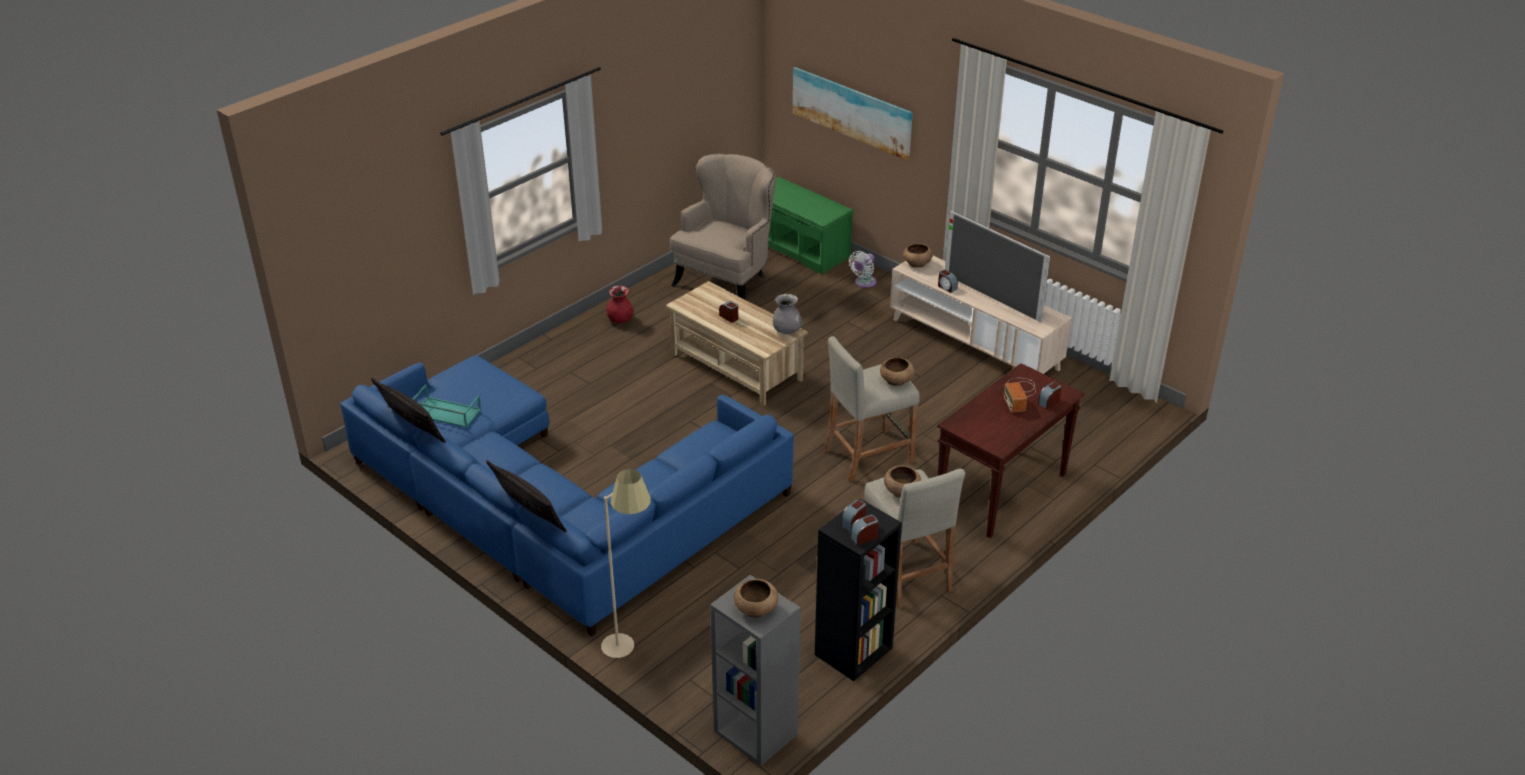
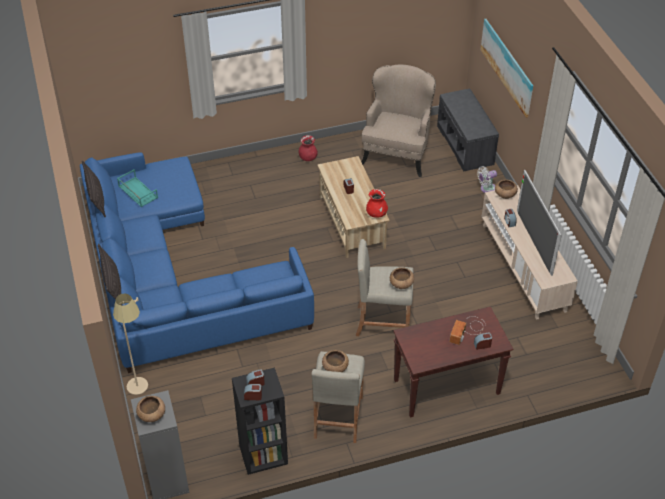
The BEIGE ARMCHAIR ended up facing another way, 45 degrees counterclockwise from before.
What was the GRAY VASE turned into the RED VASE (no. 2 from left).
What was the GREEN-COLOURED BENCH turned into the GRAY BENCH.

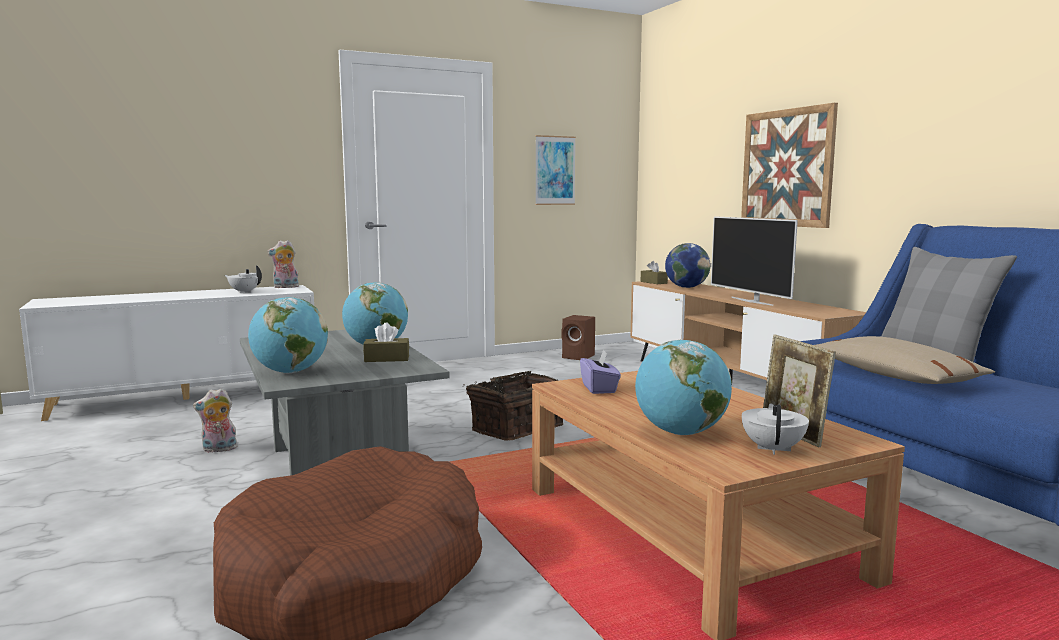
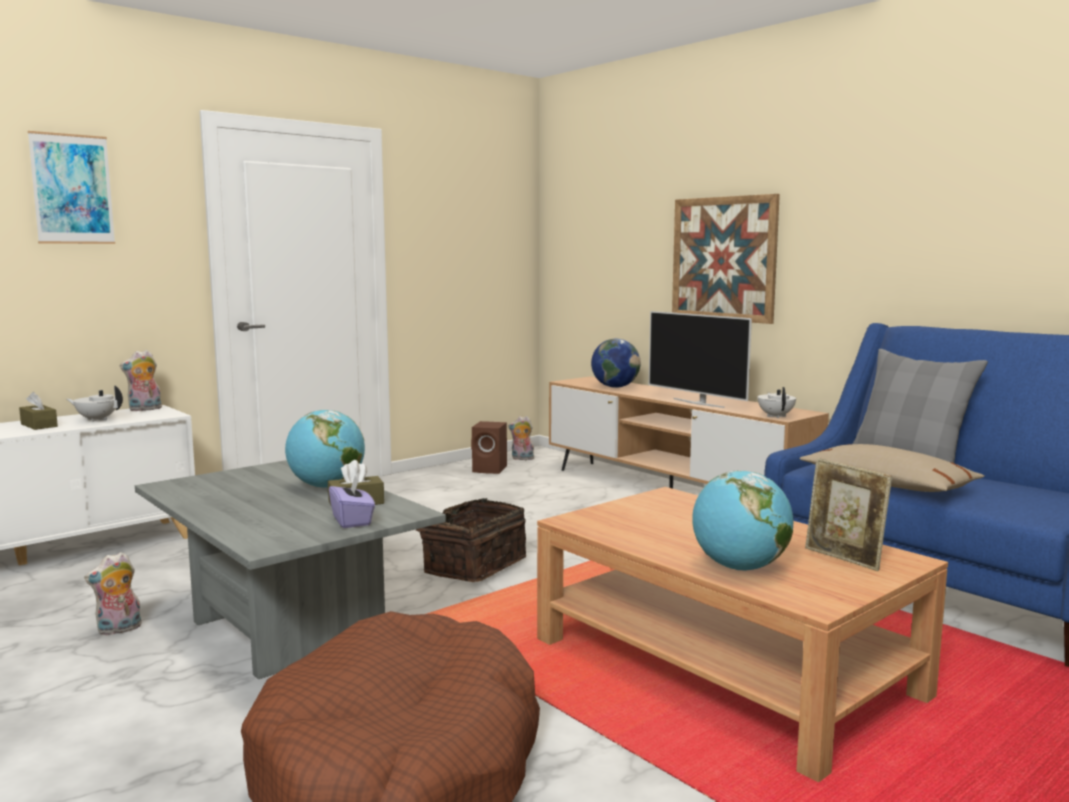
The BROWN-COLOURED BOX OF TISSUES (no. 2 from left in the first image) ended up elsewhere.
The PICTURE (no. 1 from left) ended up elsewhere.
The PURPLE-COLOURED BOX OF TISSUES ended up elsewhere.
The second view gained the PLUSH TOY (no. 3 from left).
The WHITE POT FOR TEA (no. 2 from left) ended up elsewhere.
The second view lost the GLOBE (no. 1 from left).

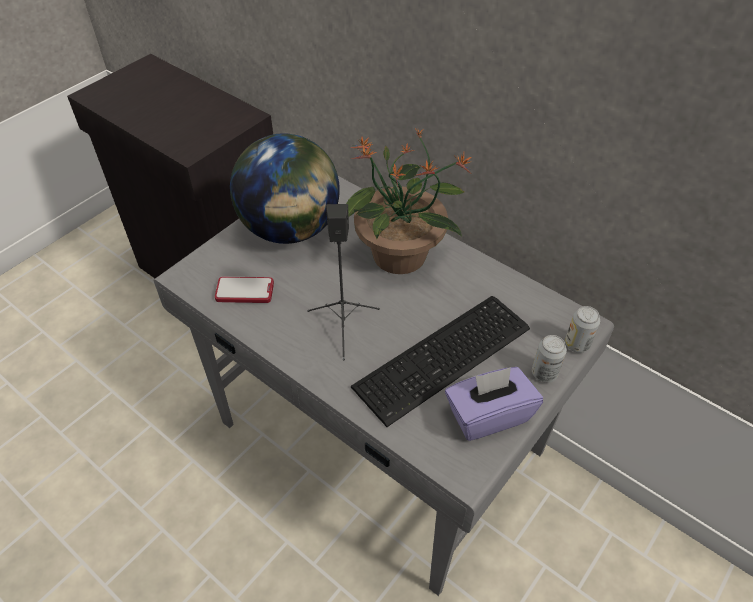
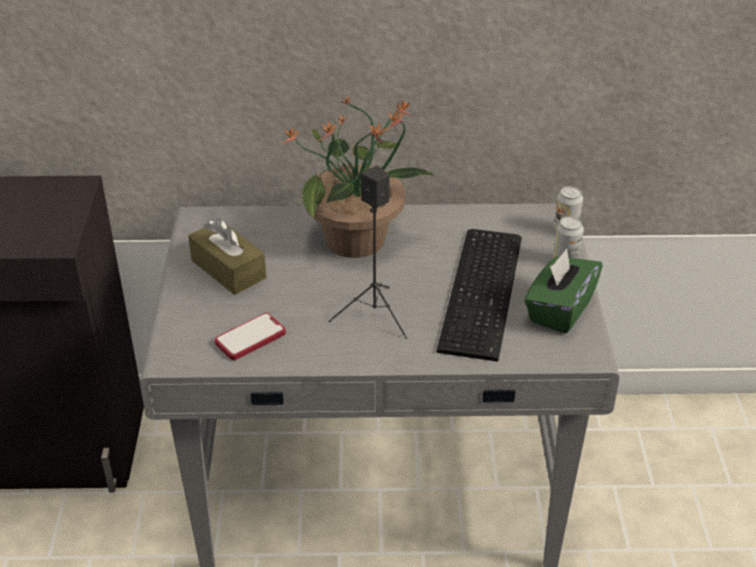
Where the GLOBE stood, the BROWN-COLOURED BOX OF TISSUES came to stand.
What was the PURPLE-COLOURED BOX OF TISSUES turned into the GREEN-COLOURED BOX OF TISSUES.

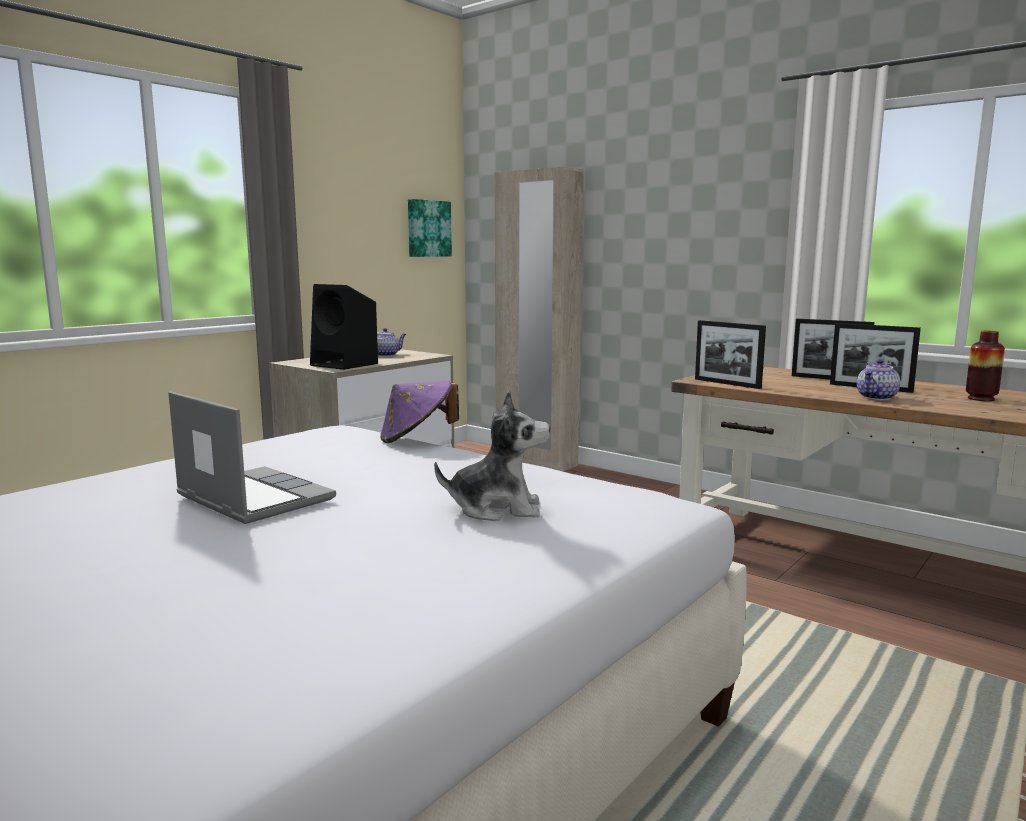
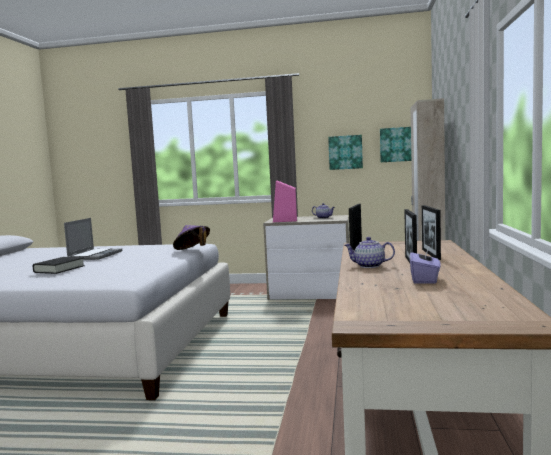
The second view gained the BLACK-COLOURED BOOK.
What was the BLACK-COLOURED SPEAKER turned into the PINK SPEAKER.
The second view gained the PICTURE (no. 1 from left).
Where the VASE stood, the PURPLE-COLOURED BOX OF TISSUES came to stand.
The second view lost the PLUSH TOY.

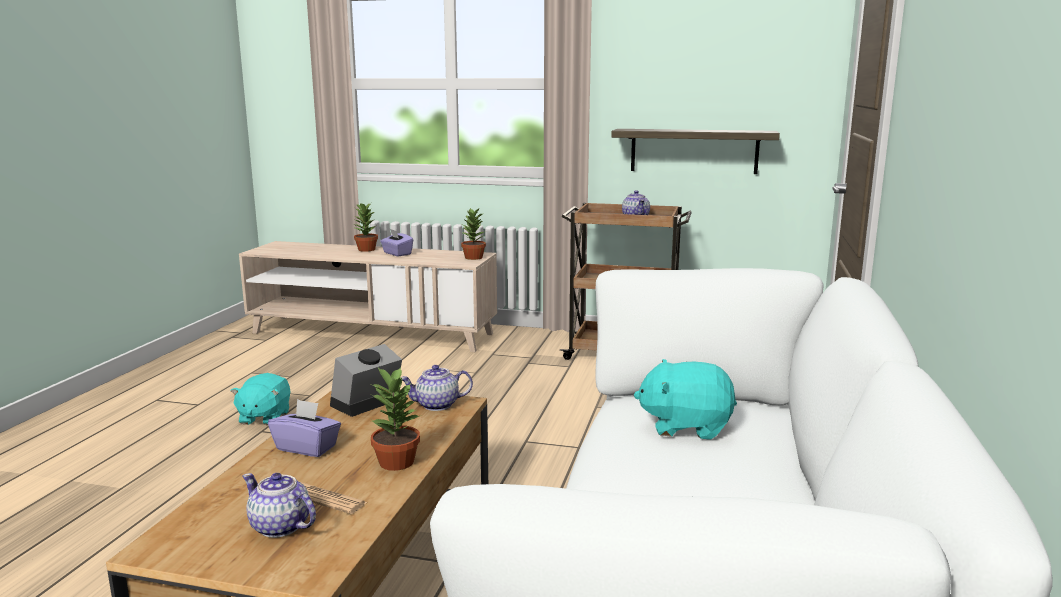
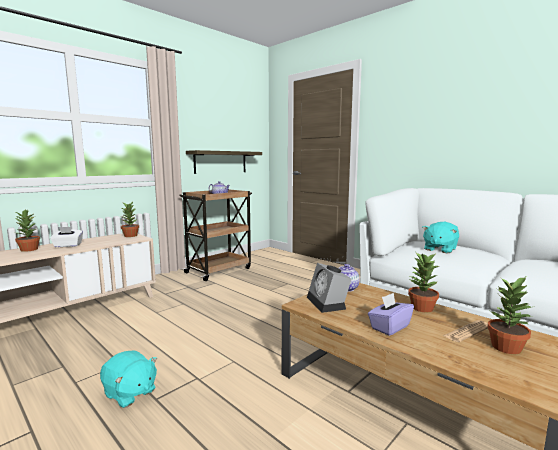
What was the PURPLE-COLOURED BOX OF TISSUES (no. 2 from left) turned into the WHITE BOX OF TISSUES.
Where the POT FOR TEA (no. 1 from left) stood, the HOUSEPLANT (no. 4 from left) came to stand.

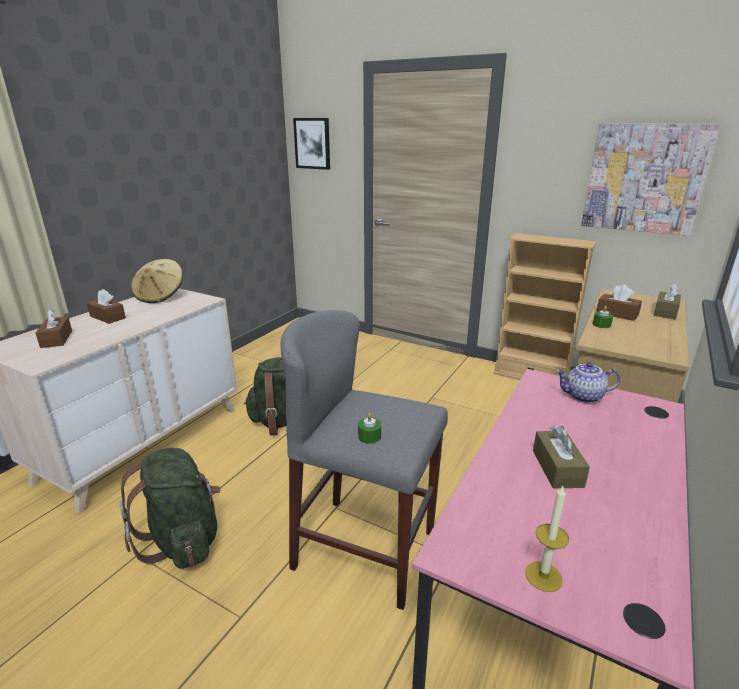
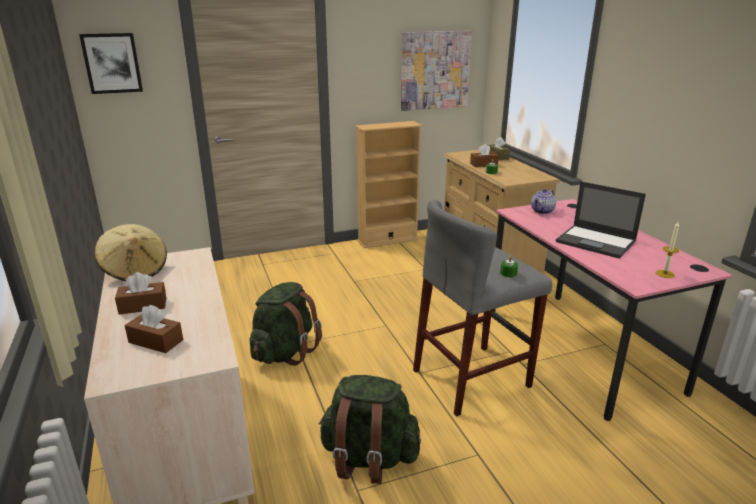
Where the BROWN-COLOURED BOX OF TISSUES (no. 3 from left) stood, the PORTABLE COMPUTER came to stand.

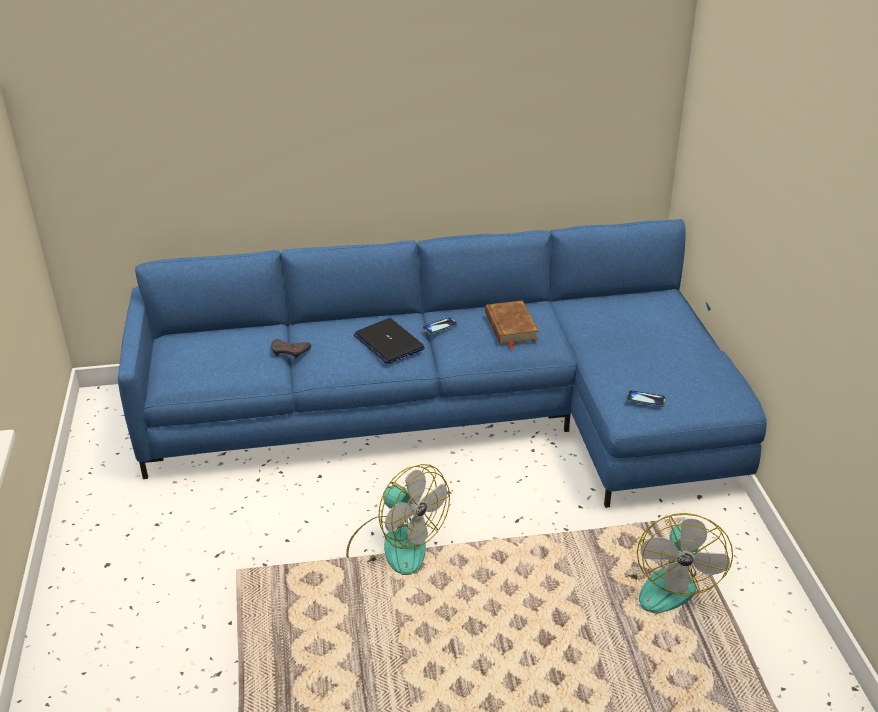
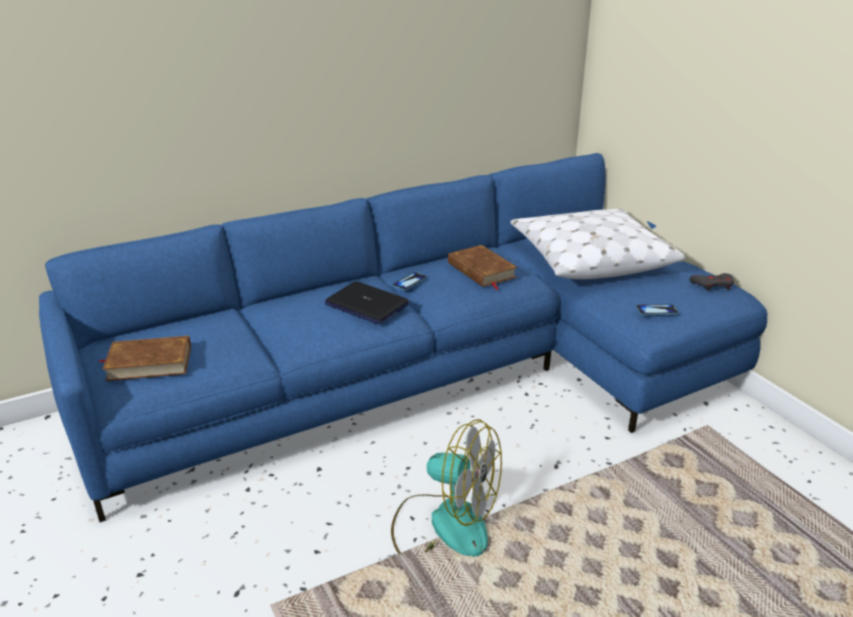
The second view gained the BROWN-COLOURED BOOK (no. 1 from left).
The second view gained the WHITE CUSHION.
The GRAY GAME CONTROLLER ended up elsewhere.
The second view lost the ELECTRIC FAN (no. 2 from left).

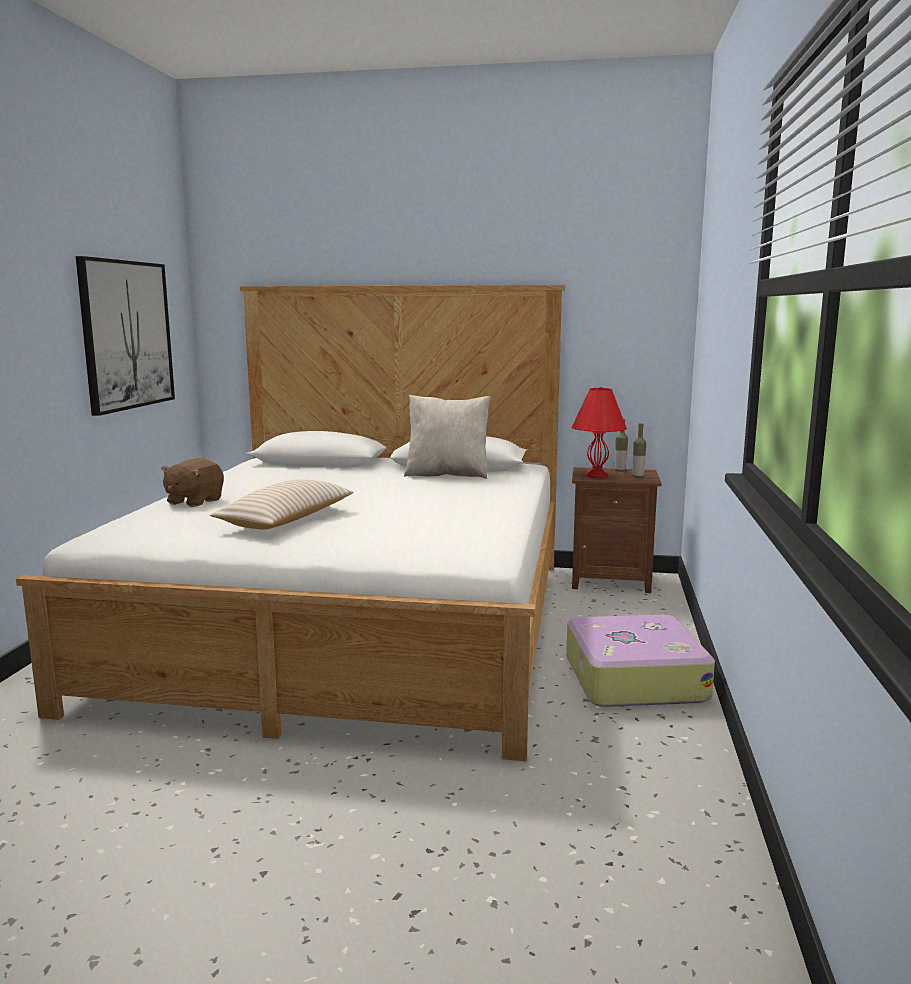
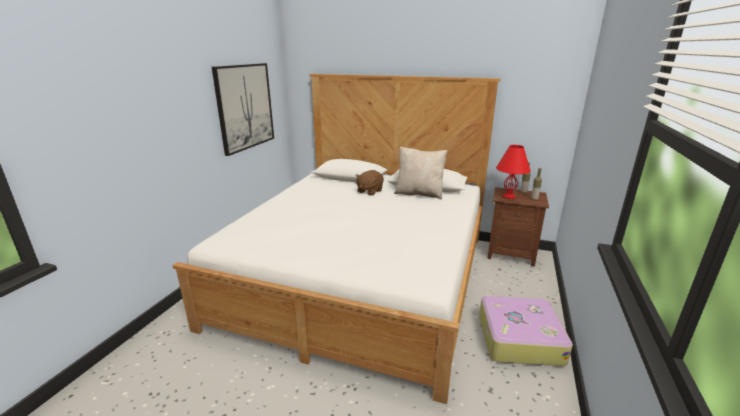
The BROWN-COLOURED PLUSH TOY ended up elsewhere.
The second view lost the BEIGE CUSHION (no. 1 from left).

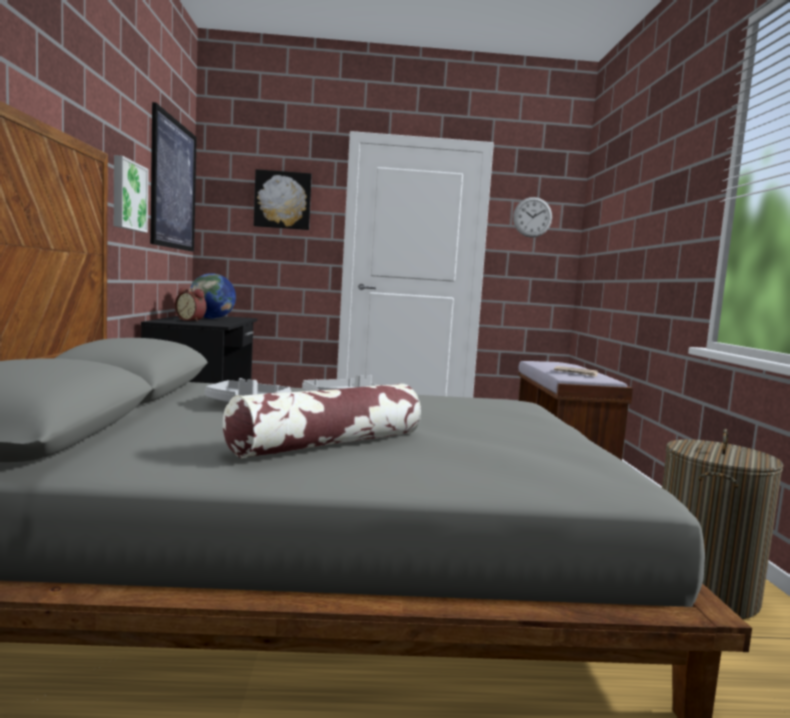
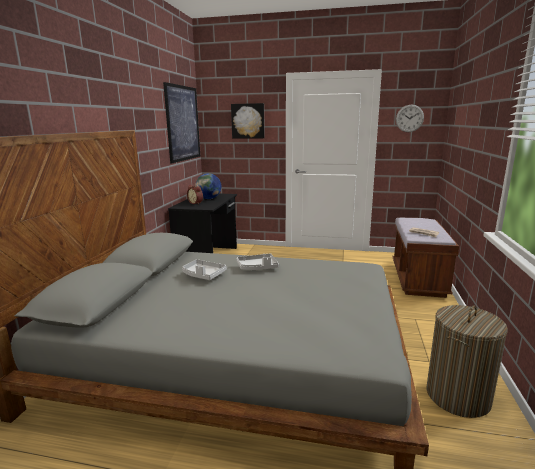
The second view lost the PICTURE (no. 1 from left).
The second view lost the CUSHION.

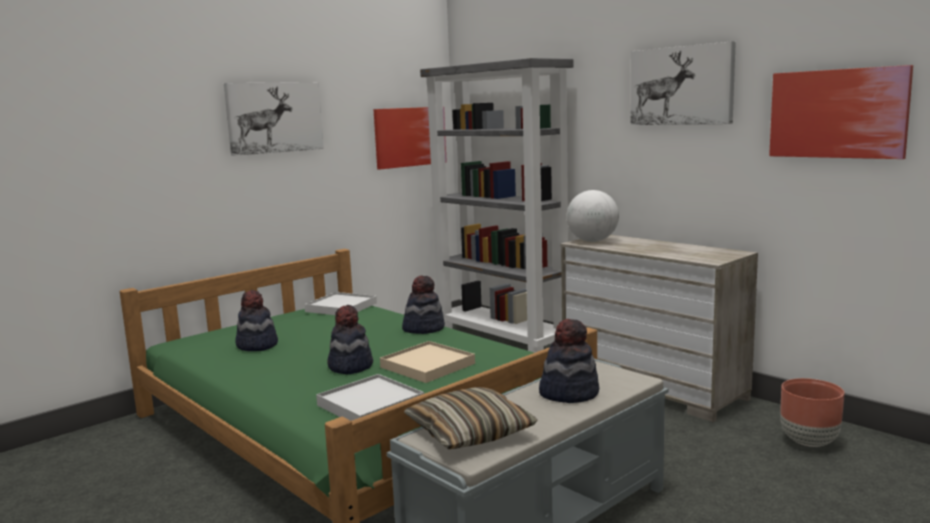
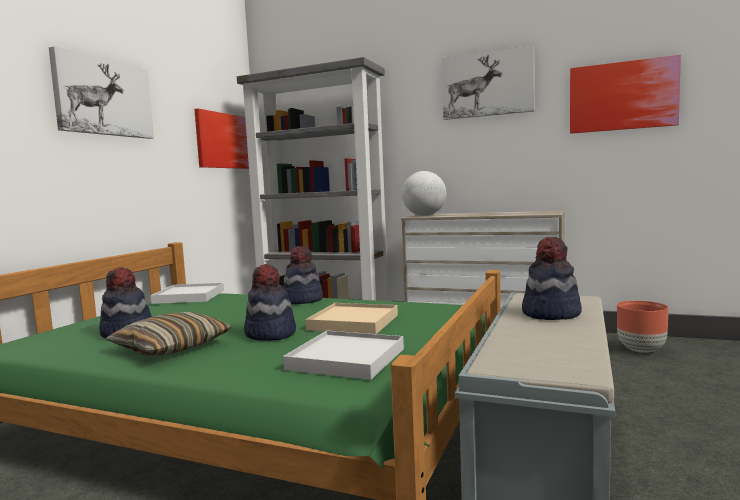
The CUSHION ended up elsewhere.

